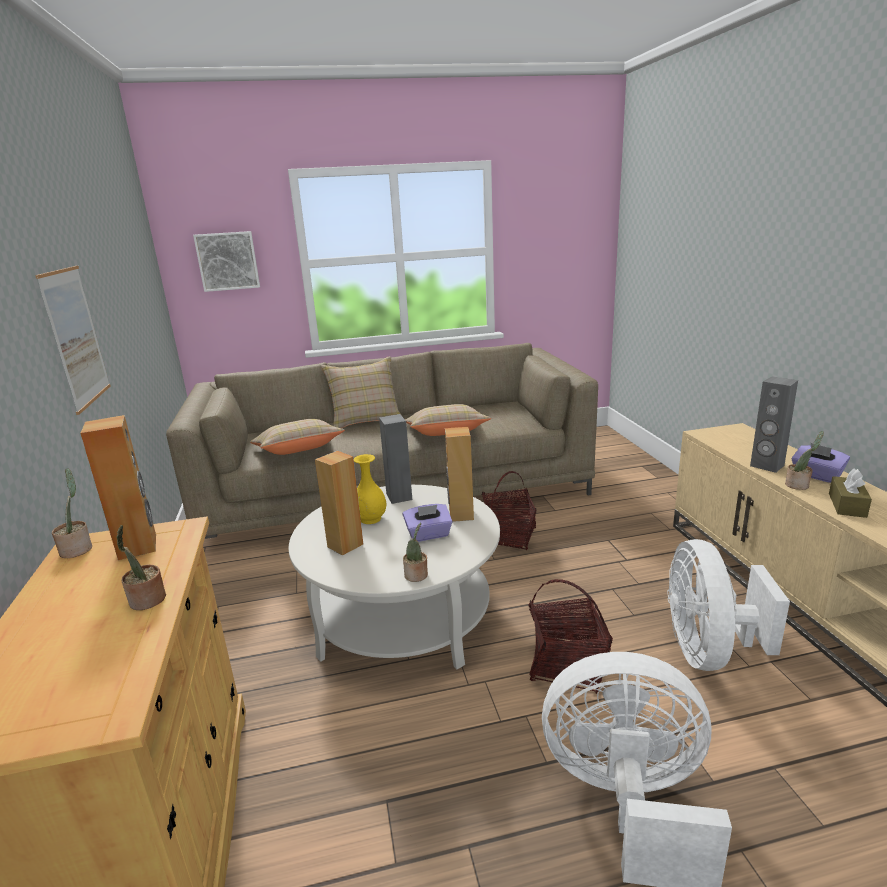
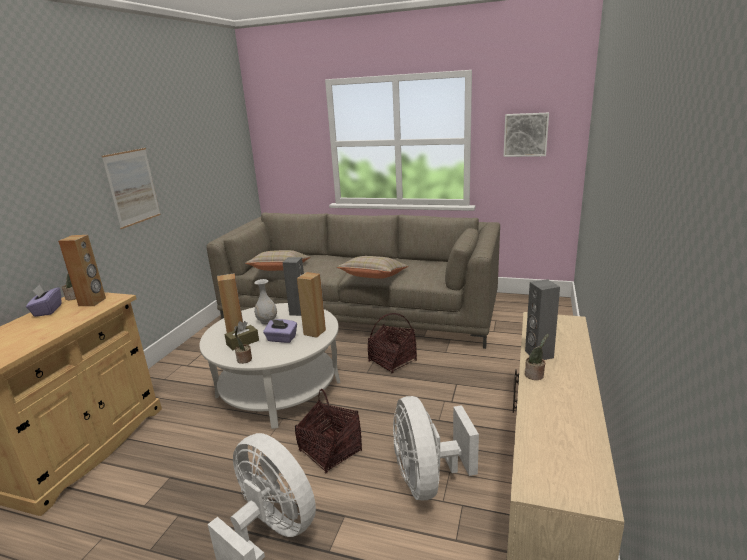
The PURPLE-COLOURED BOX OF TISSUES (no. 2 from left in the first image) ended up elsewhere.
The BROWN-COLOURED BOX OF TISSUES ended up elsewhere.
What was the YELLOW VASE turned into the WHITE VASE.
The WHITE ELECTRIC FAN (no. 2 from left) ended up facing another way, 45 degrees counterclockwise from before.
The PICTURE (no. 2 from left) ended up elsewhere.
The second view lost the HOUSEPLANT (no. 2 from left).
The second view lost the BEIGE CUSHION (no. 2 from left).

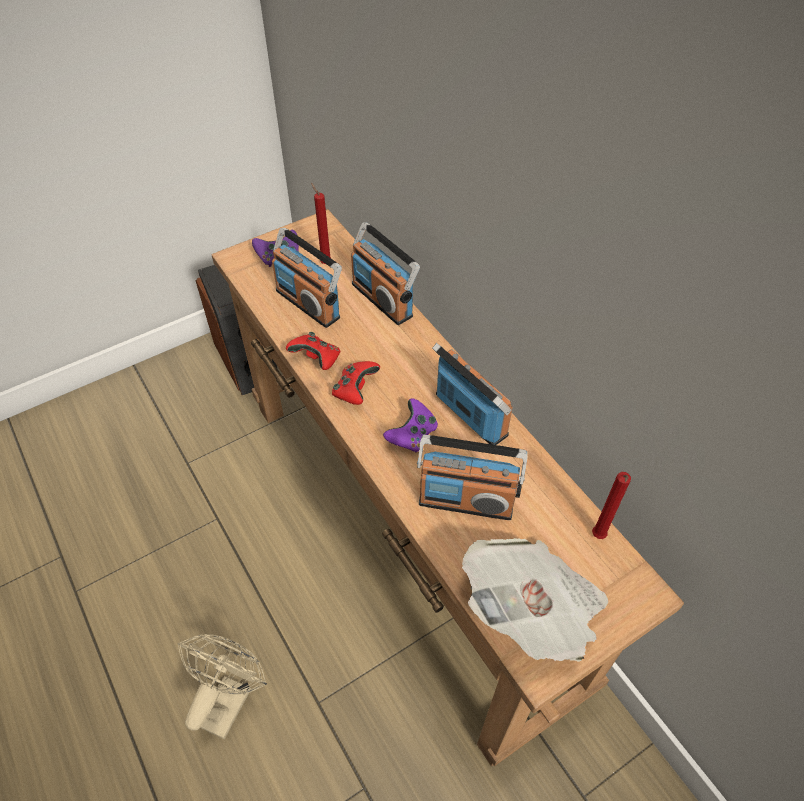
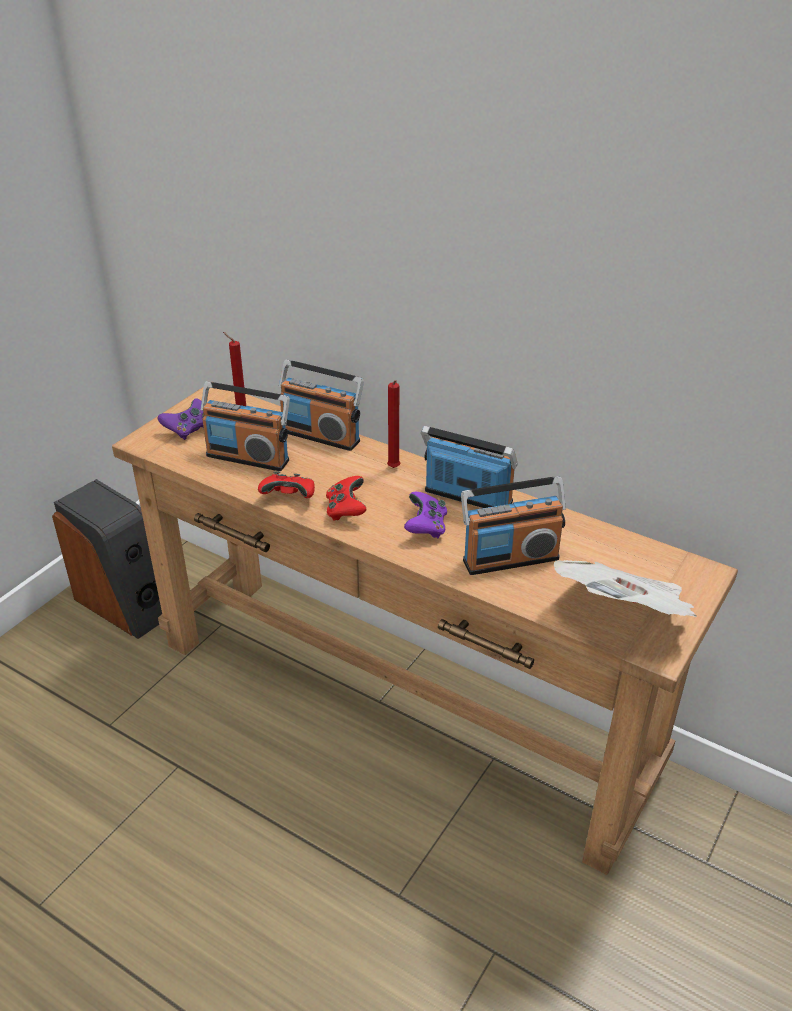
The RED WAX LIGHT (no. 2 from left) ended up elsewhere.
The second view lost the BEIGE ELECTRIC FAN.

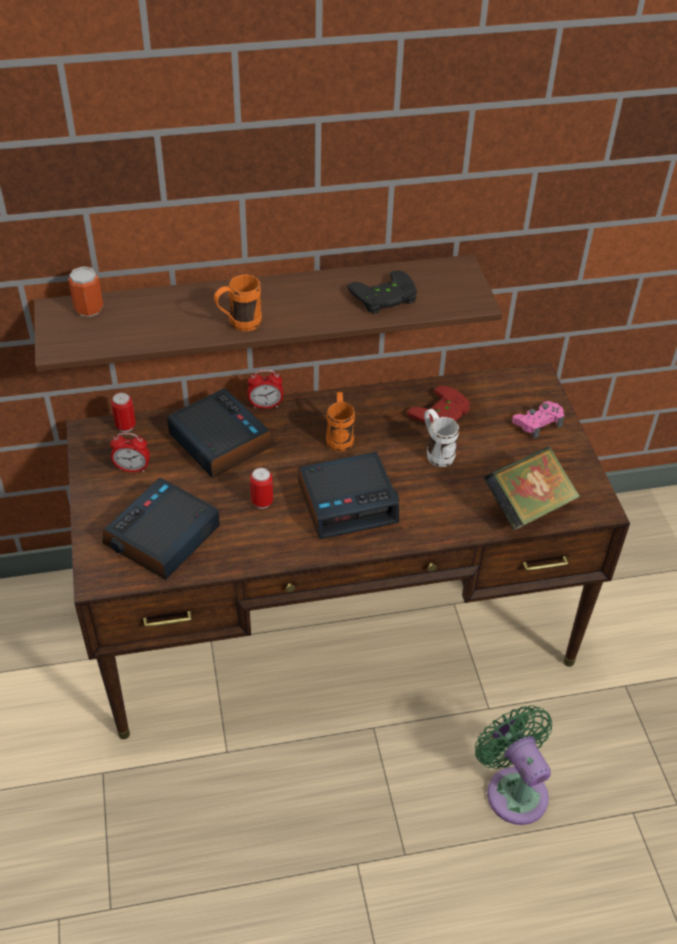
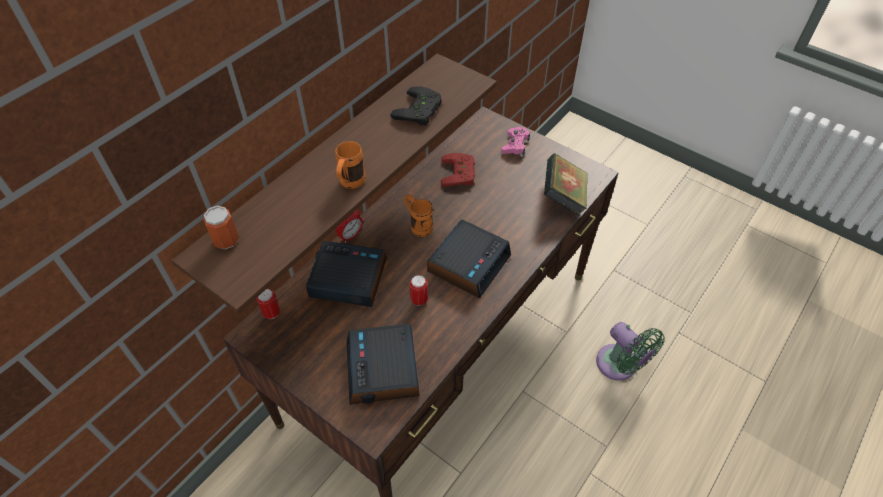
The GREEN-COLOURED ELECTRIC FAN ended up facing another way, 150 degrees counterclockwise from before.
The second view lost the ALARM CLOCK (no. 1 from left).
The second view lost the WHITE MUG.

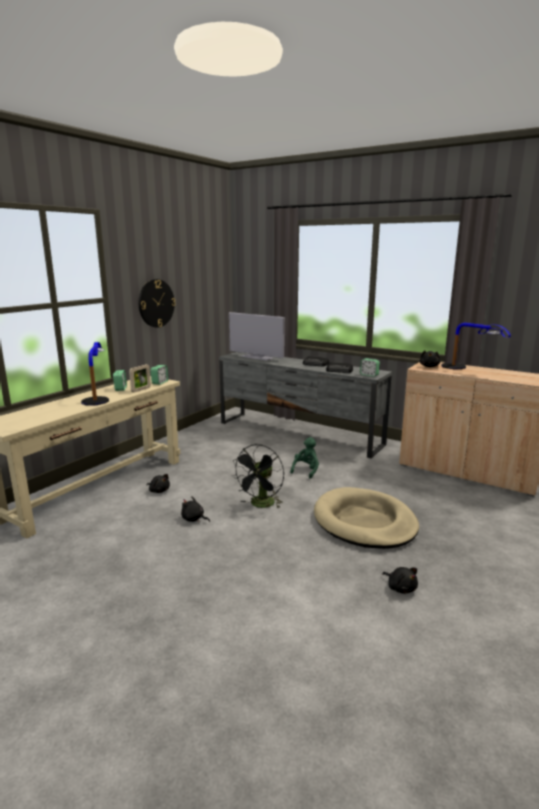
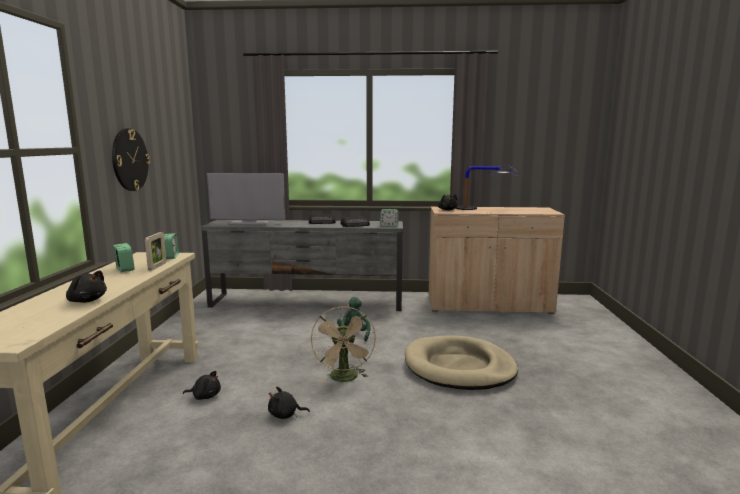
The BLACK-COLOURED PLUSH TOY (no. 3 from left in the first image) ended up elsewhere.
What was the BLACK-COLOURED ELECTRIC FAN turned into the BEIGE ELECTRIC FAN.
The second view lost the TABLETOP LAMP (no. 1 from left).

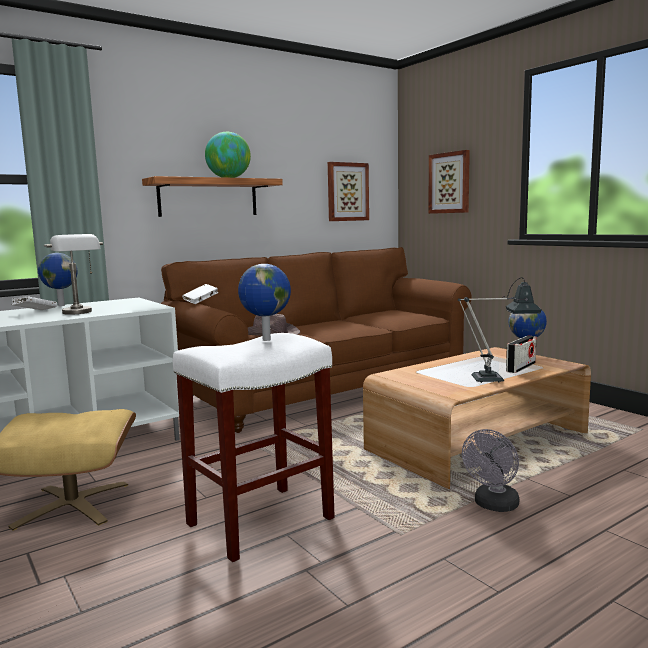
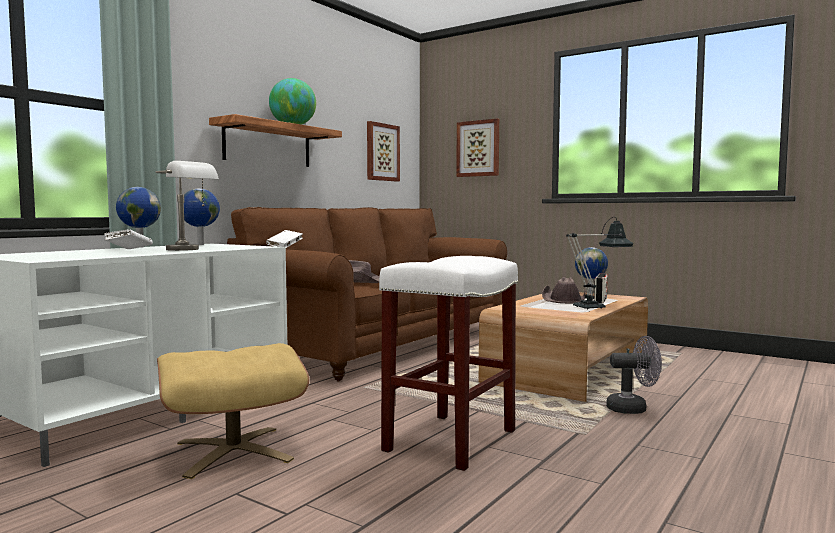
The GLOBE (no. 3 from left in the first image) ended up elsewhere.
The second view gained the BROWN-COLOURED CLOTHING HAT (no. 2 from left).
The GRAY ELECTRIC FAN ended up facing another way, 105 degrees counterclockwise from before.

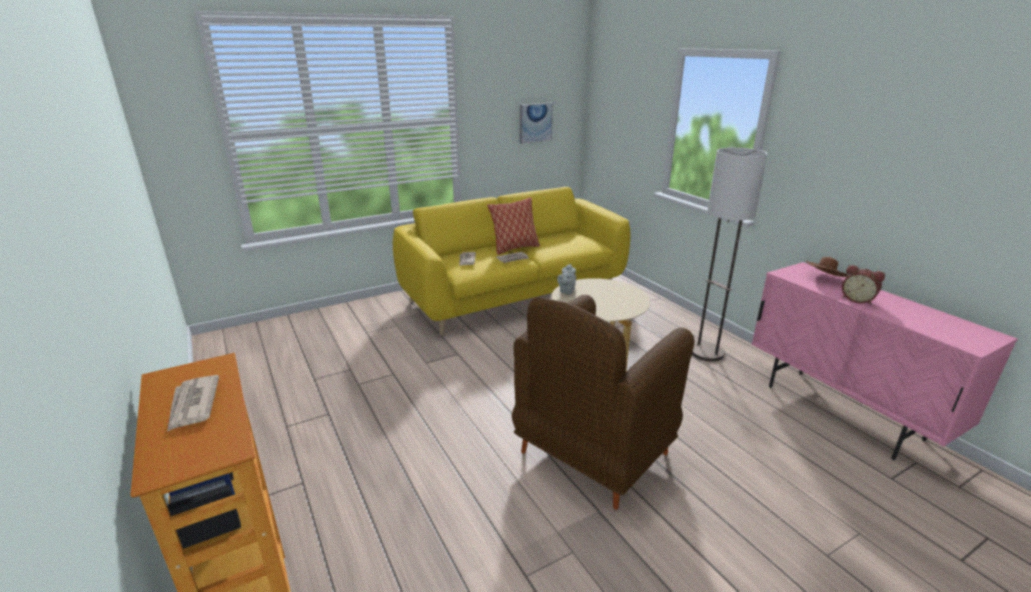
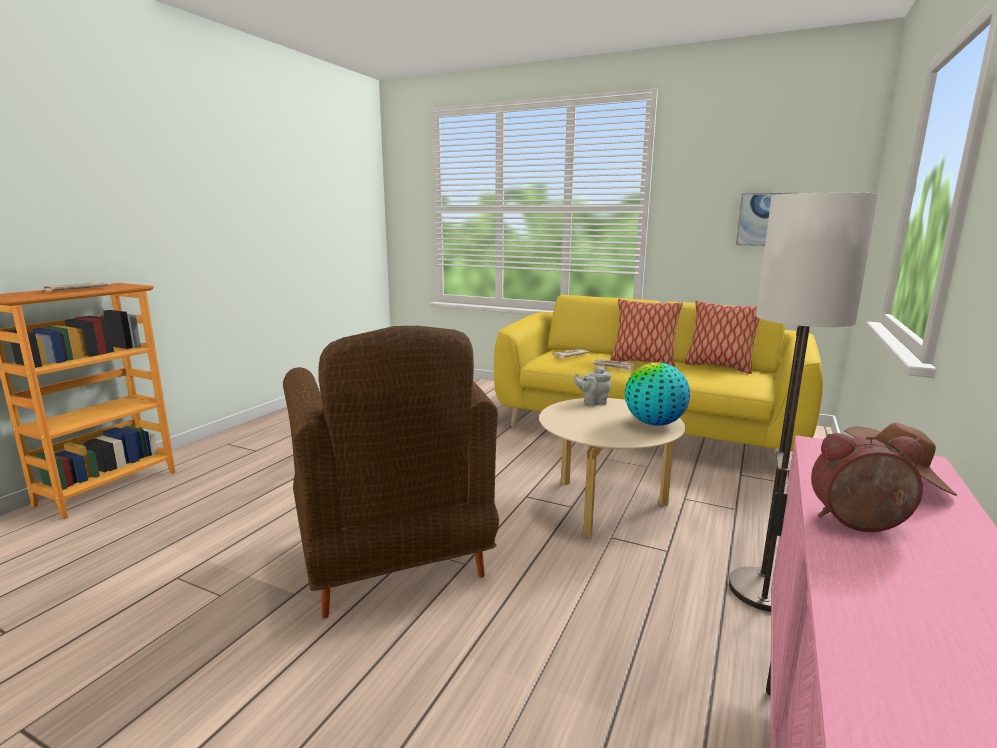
The BROWN-COLOURED ARMCHAIR ended up facing another way, 120 degrees counterclockwise from before.
The second view gained the GLOBE.
The second view gained the CUSHION (no. 2 from left).
The ALARM CLOCK ended up facing another way, 90 degrees clockwise from before.

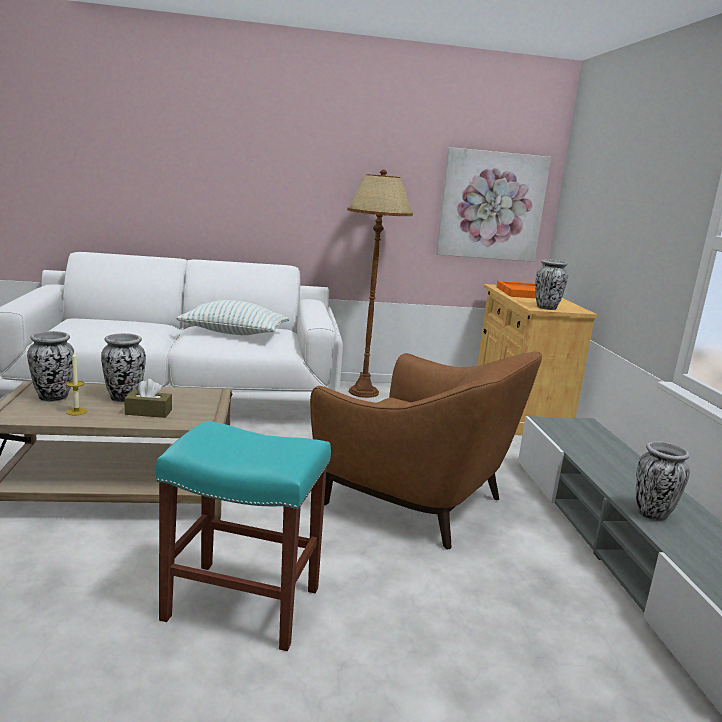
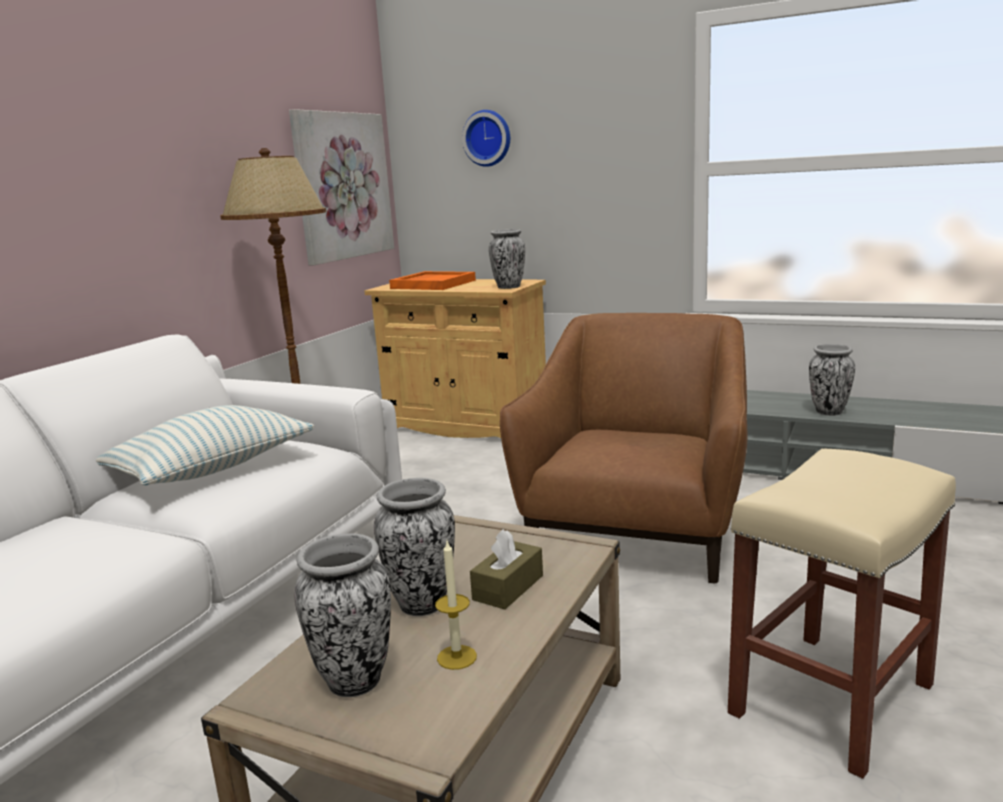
The second view gained the HANGING CLOCK.
The BROWN-COLOURED ARMCHAIR ended up facing another way, 45 degrees counterclockwise from before.
What was the BLUE-GREEN STOOL turned into the BEIGE STOOL.

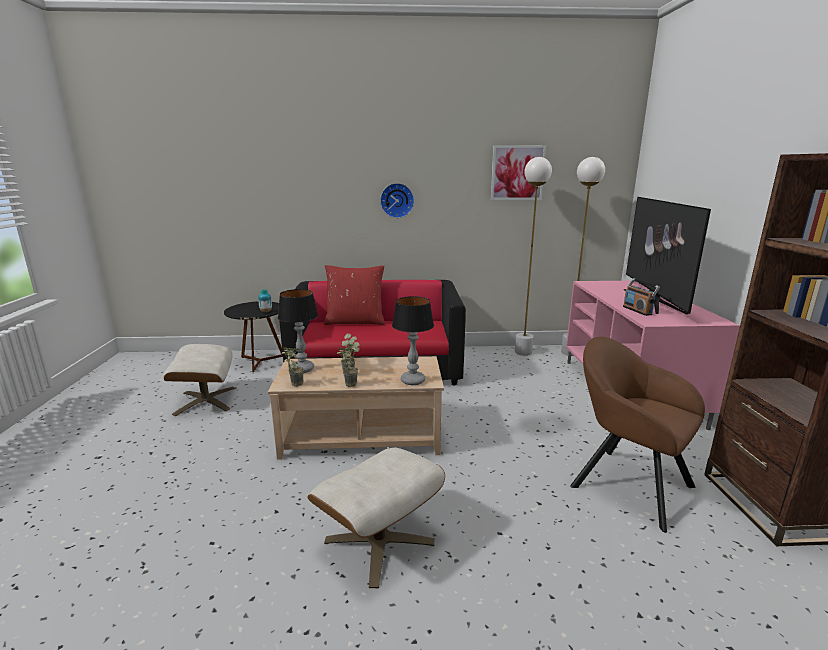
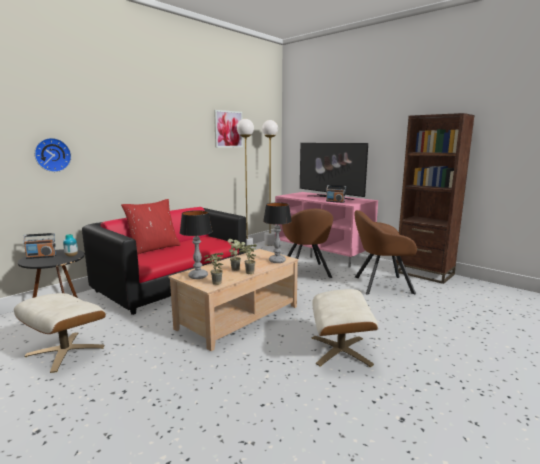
The second view gained the RADIO RECEIVER (no. 1 from left).
The HANGING CLOCK ended up elsewhere.
The second view gained the BROWN-COLOURED ARMCHAIR (no. 1 from left).

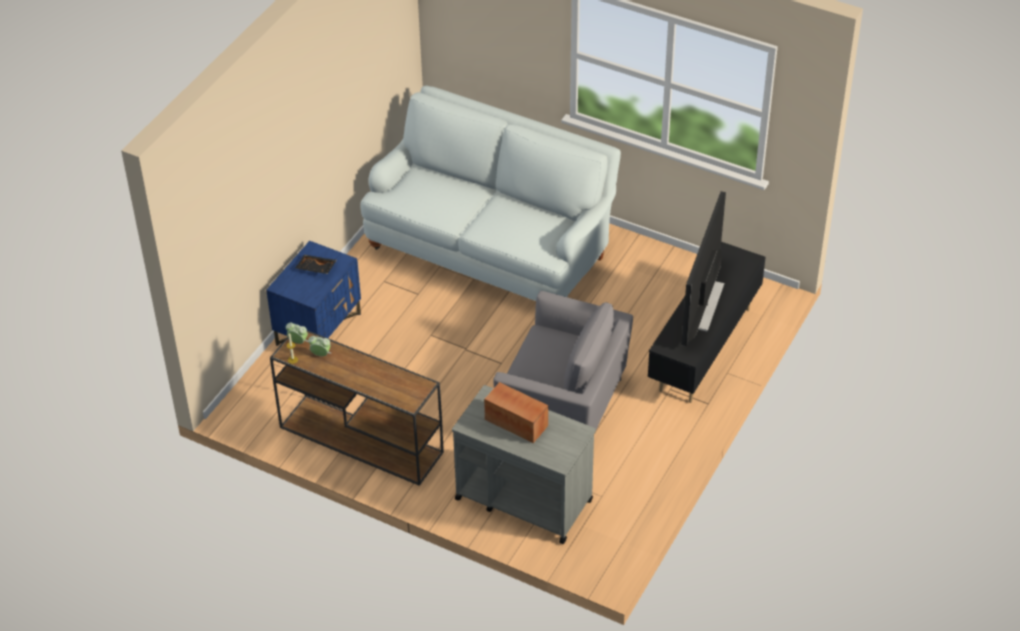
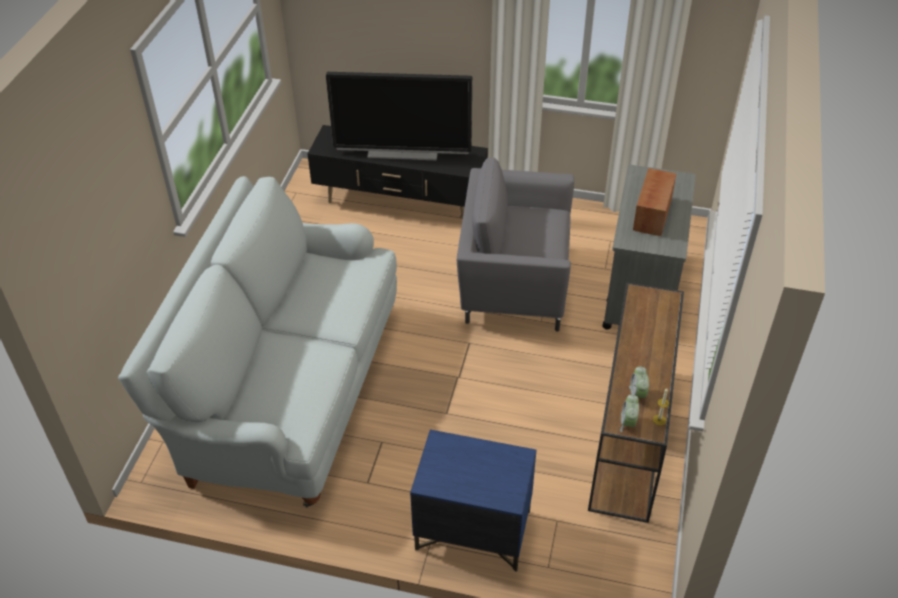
The GRAY ARMCHAIR ended up facing another way, 90 degrees counterclockwise from before.
The second view lost the BLACK-COLOURED TRAY.

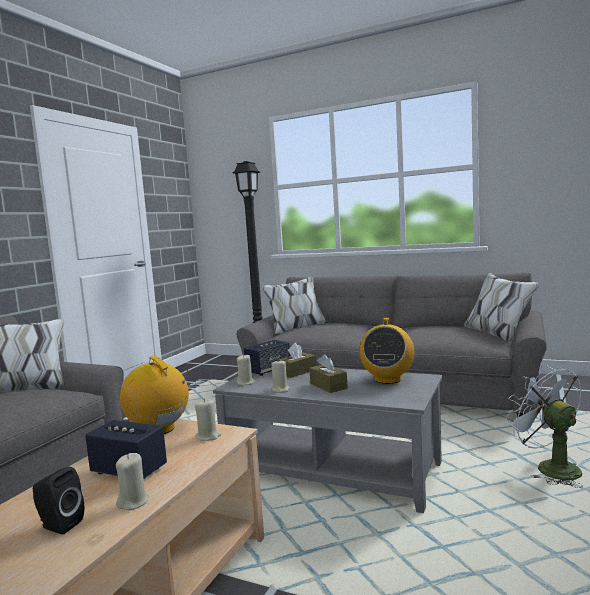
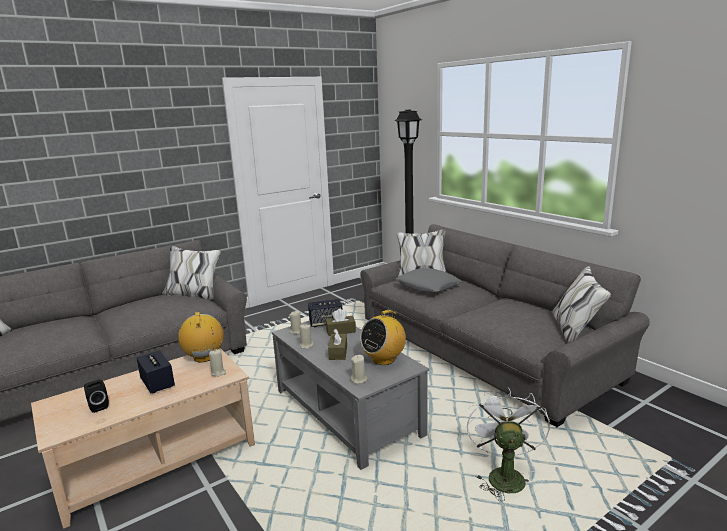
The BEIGE WAX LIGHT (no. 1 from left in the first image) ended up elsewhere.
The second view gained the GRAY CUSHION.

